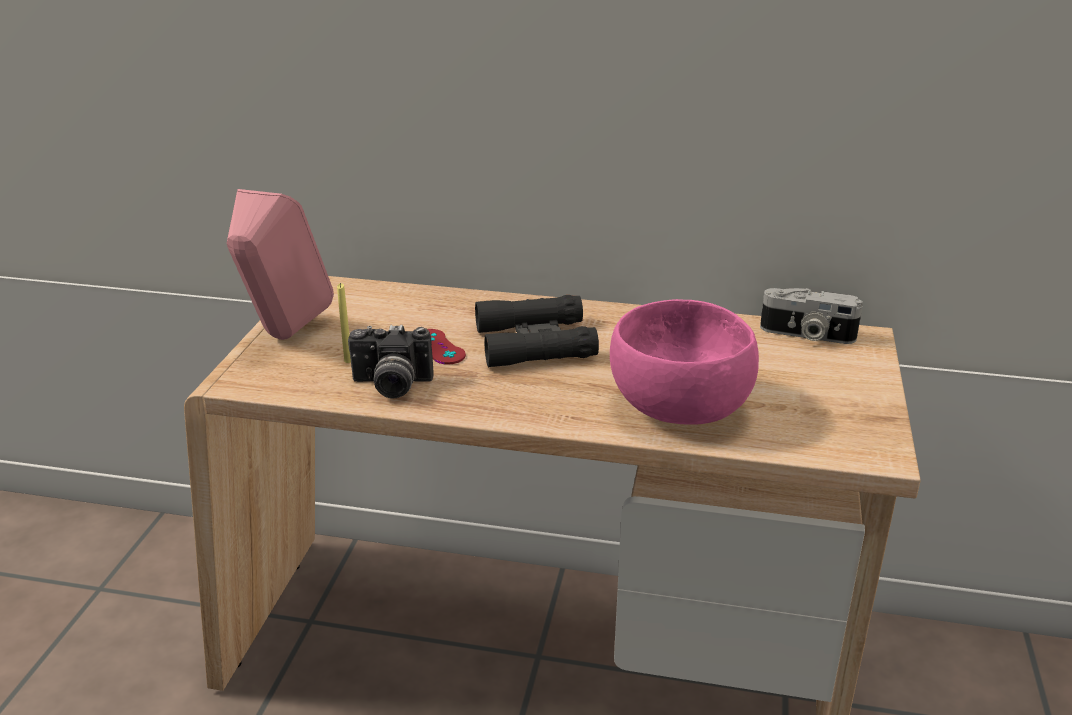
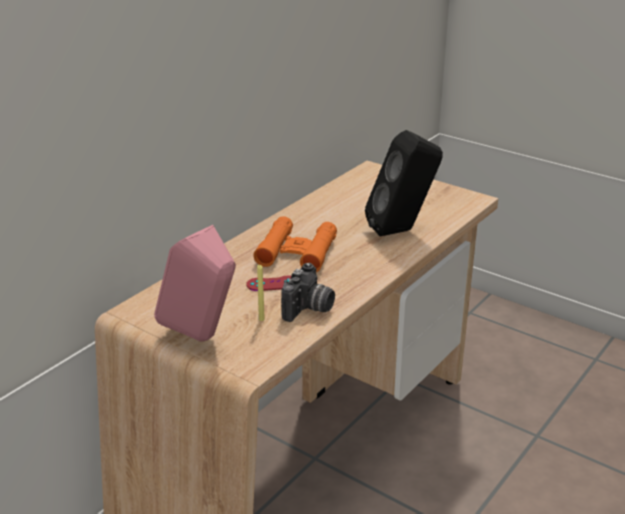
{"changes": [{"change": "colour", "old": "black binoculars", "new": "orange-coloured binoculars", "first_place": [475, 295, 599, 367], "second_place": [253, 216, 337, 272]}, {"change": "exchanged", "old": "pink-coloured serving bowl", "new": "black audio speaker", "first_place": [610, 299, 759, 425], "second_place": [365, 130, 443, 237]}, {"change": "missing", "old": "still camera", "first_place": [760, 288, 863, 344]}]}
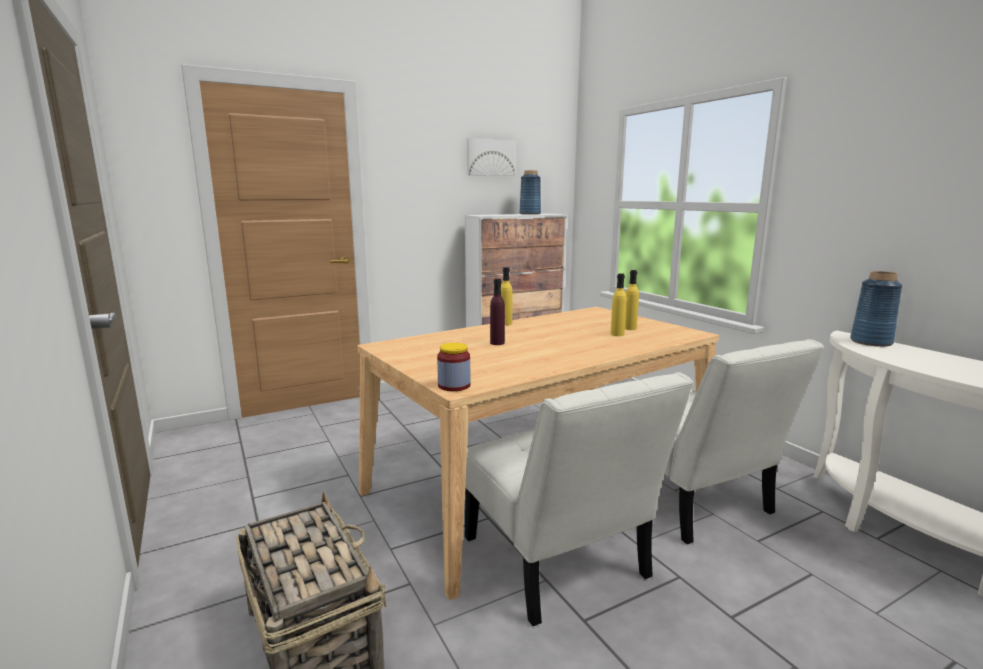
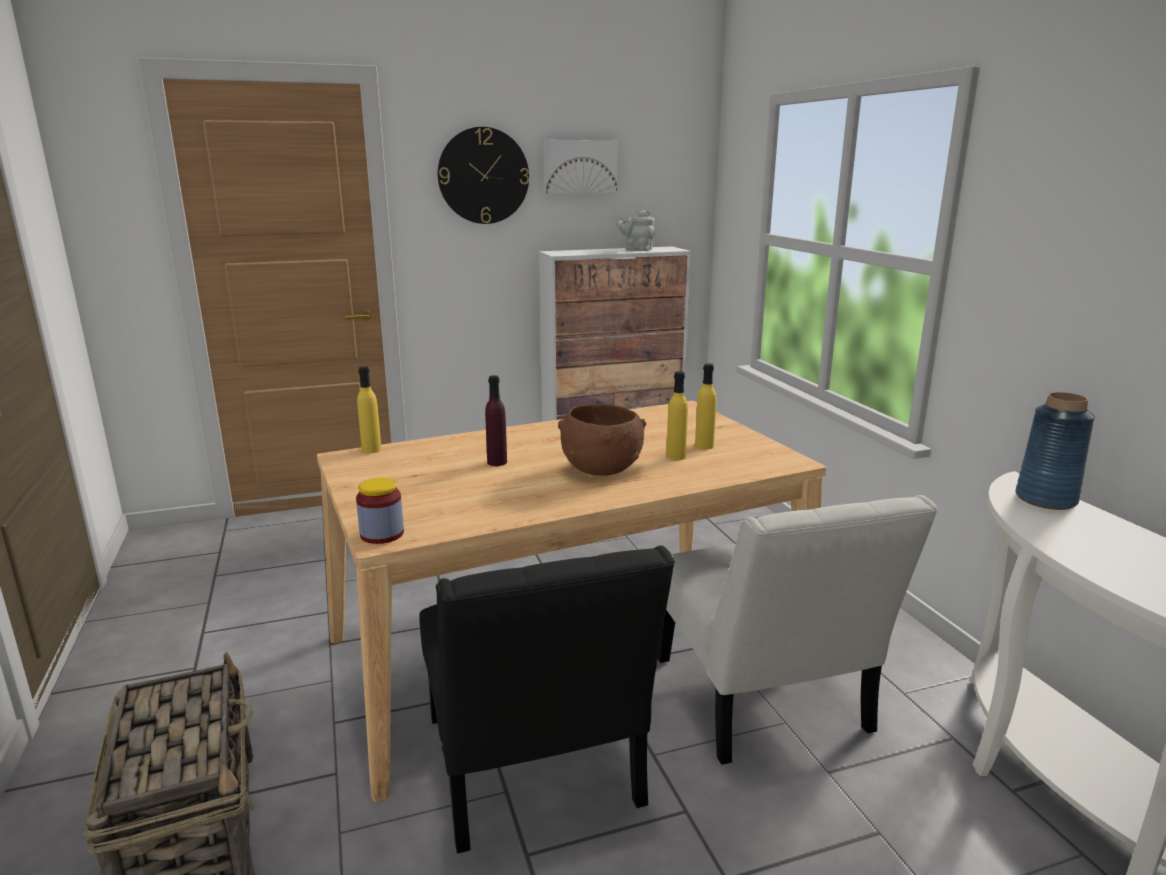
{"changes": [{"change": "relocated", "old": "yellowish bottle", "first_place": [501, 267, 512, 325], "second_place": [357, 366, 381, 454]}, {"change": "colour", "old": "white-coloured upright chair", "new": "black upright chair", "first_place": [465, 372, 693, 626], "second_place": [419, 545, 675, 854]}, {"change": "appeared", "new": "clock on the wall", "second_place": [438, 127, 529, 224]}, {"change": "appeared", "new": "brown serving bowl", "second_place": [558, 405, 646, 476]}, {"change": "exchanged", "old": "bluish decorative vase", "new": "grey pot for tea", "first_place": [519, 170, 541, 215], "second_place": [616, 210, 655, 251]}]}
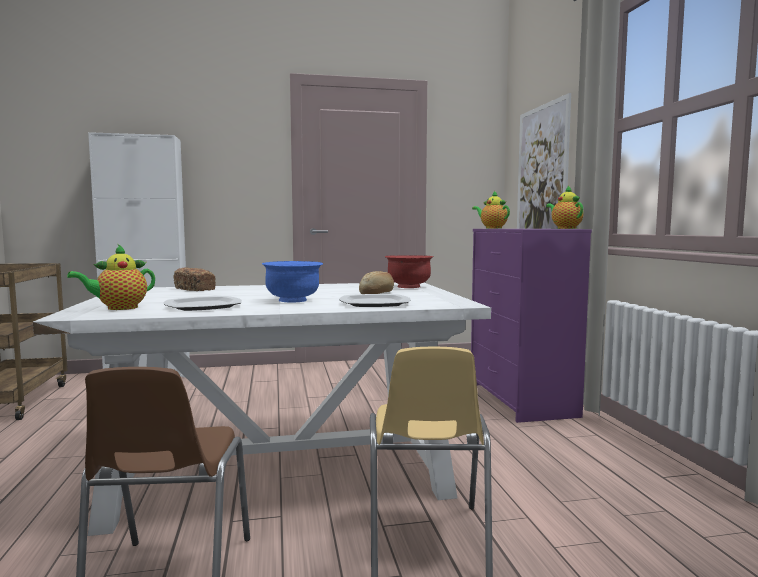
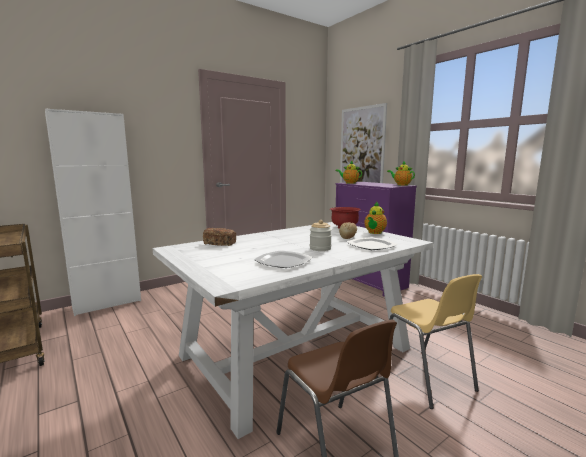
{"changes": [{"change": "exchanged", "old": "bluish serving bowl", "new": "preserve jar", "first_place": [262, 261, 323, 302], "second_place": [310, 220, 332, 251]}, {"change": "relocated", "old": "pot for tea", "first_place": [67, 244, 155, 310], "second_place": [364, 201, 387, 234]}]}
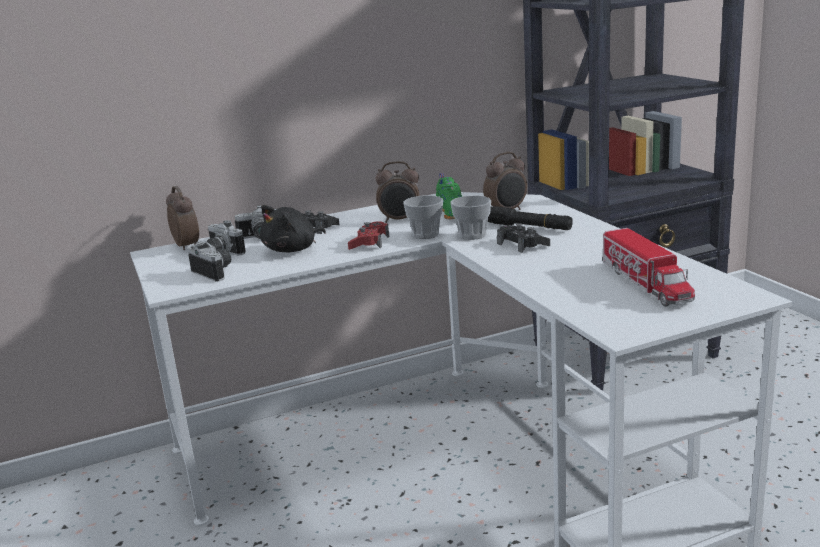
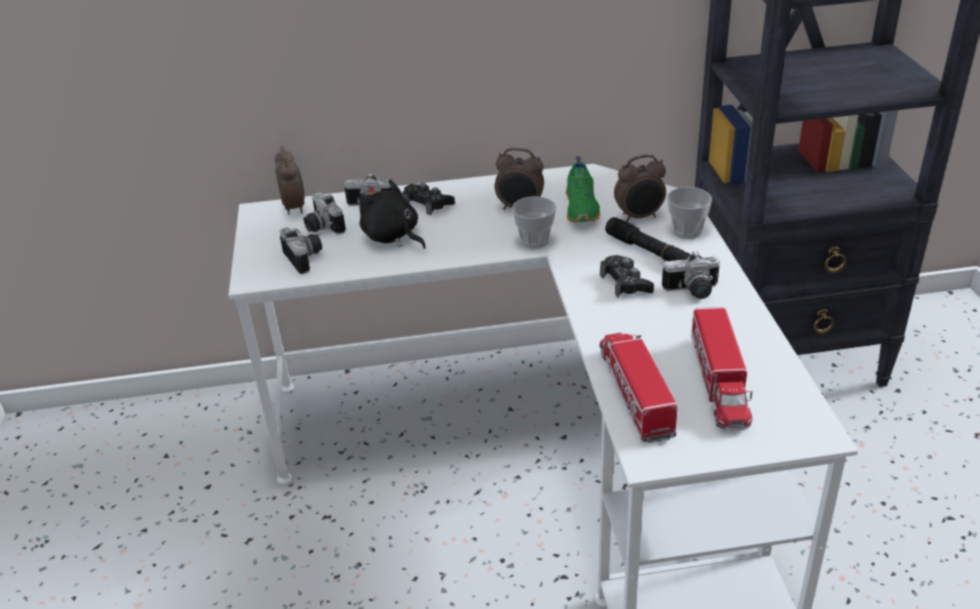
{"changes": [{"change": "spun", "old": "black plush toy", "first_place": [260, 205, 326, 252], "second_place": [360, 179, 426, 249], "degrees": 75}, {"change": "appeared", "new": "toy lorry", "second_place": [600, 333, 678, 443]}, {"change": "appeared", "new": "still camera", "second_place": [662, 251, 720, 299]}, {"change": "relocated", "old": "cup", "first_place": [450, 195, 491, 240], "second_place": [667, 187, 712, 239]}, {"change": "missing", "old": "red-coloured gamepad", "first_place": [348, 221, 389, 250]}]}
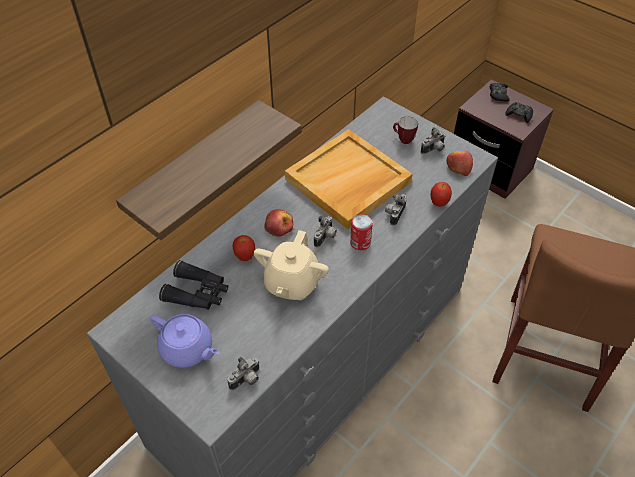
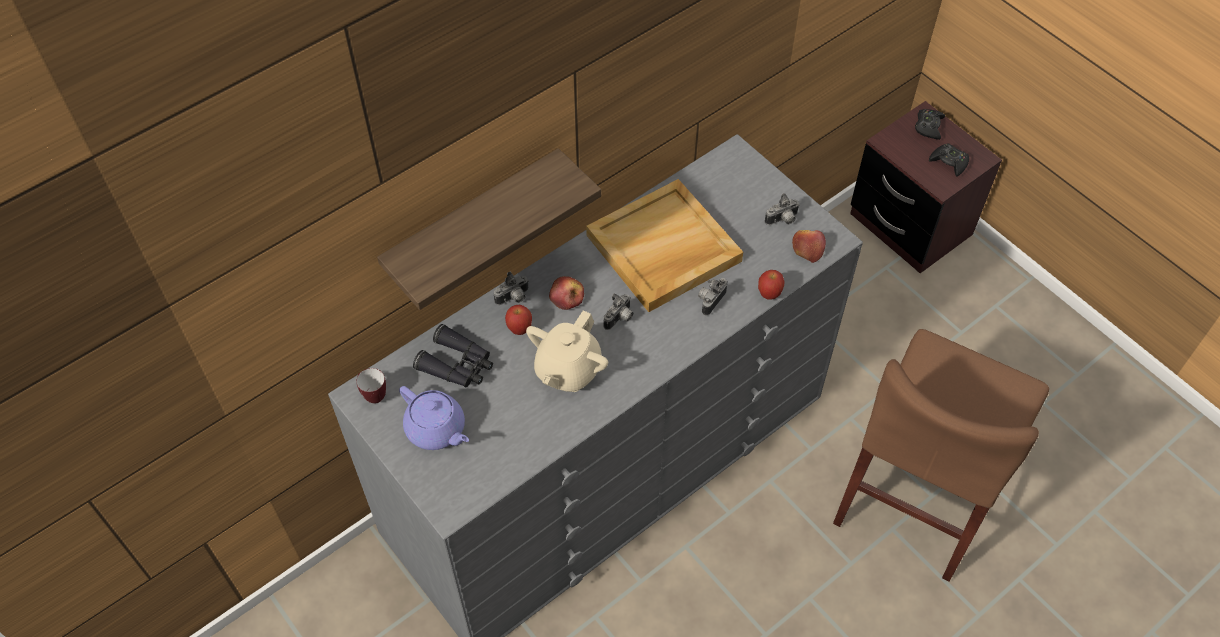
{"changes": [{"change": "relocated", "old": "coffee mug", "first_place": [393, 116, 418, 144], "second_place": [356, 368, 386, 404]}, {"change": "relocated", "old": "still camera", "first_place": [227, 357, 259, 390], "second_place": [494, 272, 529, 305]}, {"change": "missing", "old": "metal can", "first_place": [350, 214, 373, 250]}]}
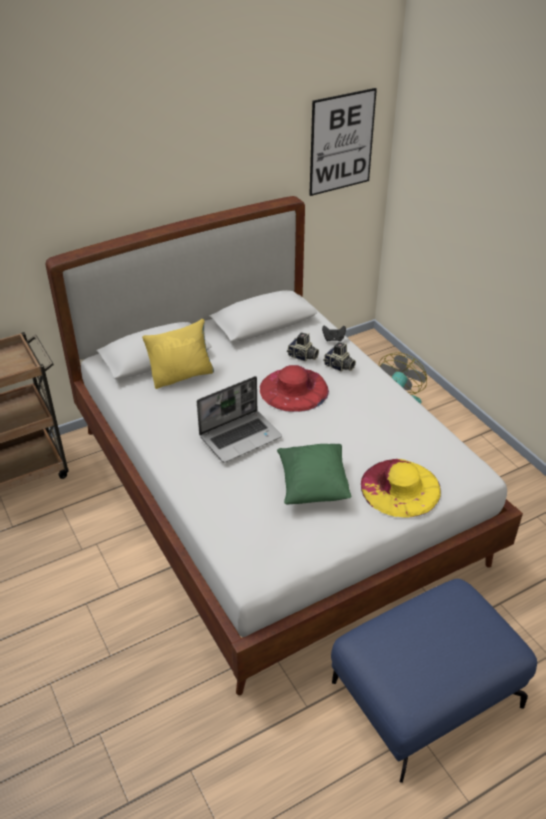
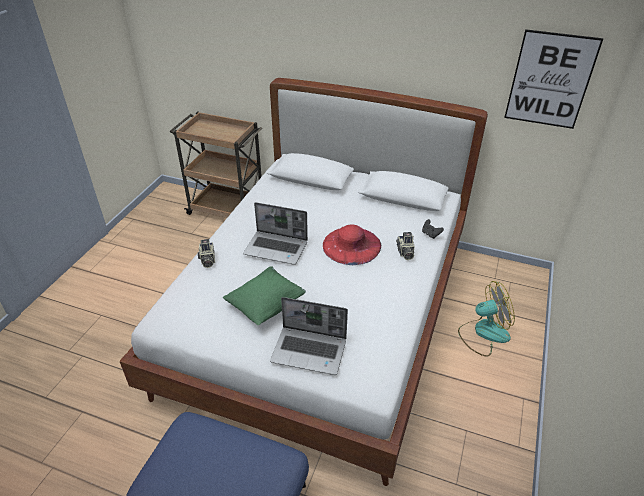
{"changes": [{"change": "relocated", "old": "still camera", "first_place": [287, 332, 319, 361], "second_place": [198, 239, 215, 268]}, {"change": "exchanged", "old": "yellowish clothing hat", "new": "portable computer", "first_place": [361, 459, 441, 518], "second_place": [270, 297, 348, 375]}, {"change": "missing", "old": "yellowish throw pillow", "first_place": [142, 319, 214, 389]}]}
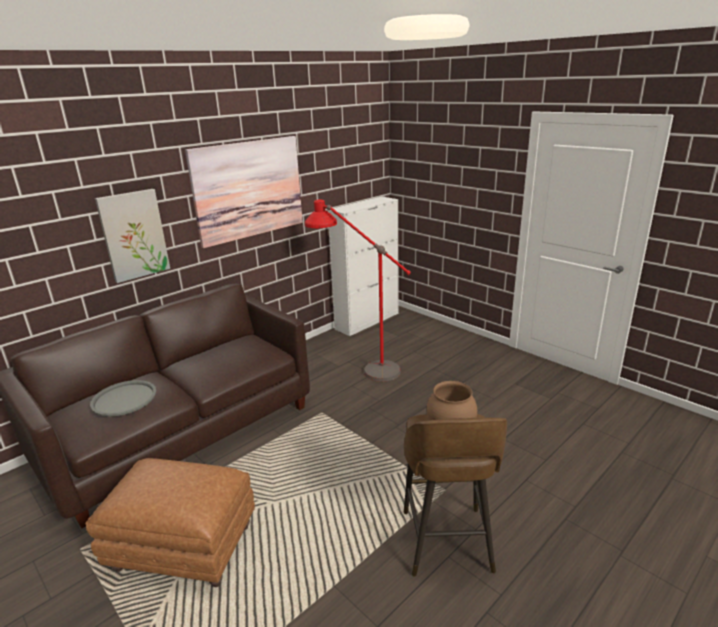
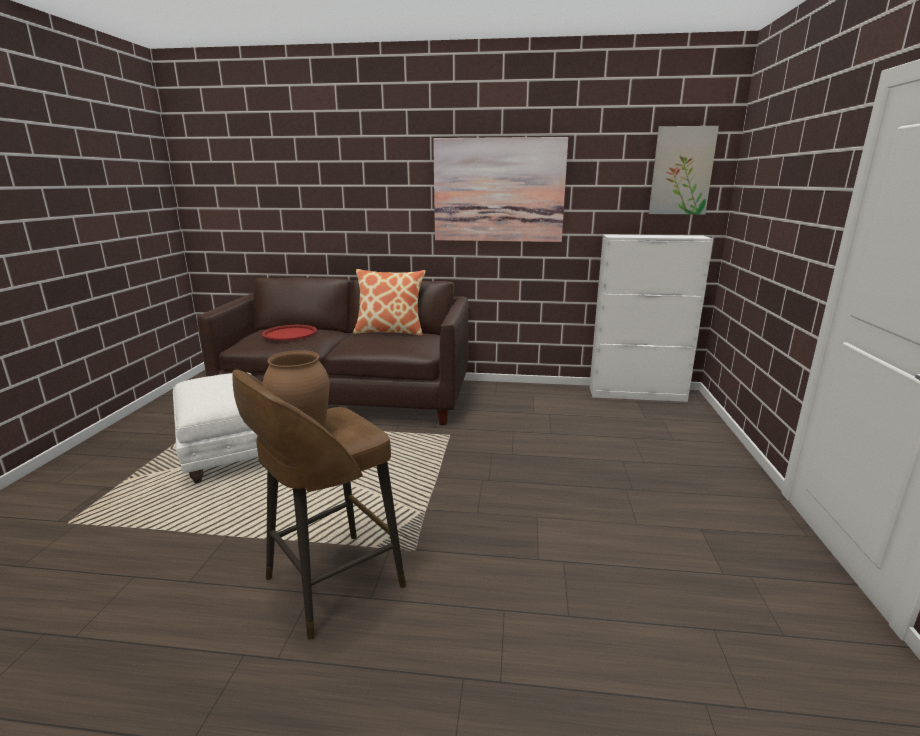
{"changes": [{"change": "colour", "old": "brown ottoman", "new": "white-coloured ottoman", "first_place": [85, 458, 255, 587], "second_place": [173, 372, 264, 483]}, {"change": "colour", "old": "grey tray", "new": "red-coloured tray", "first_place": [90, 380, 156, 416], "second_place": [262, 325, 317, 341]}, {"change": "appeared", "new": "throw pillow", "second_place": [353, 269, 426, 336]}, {"change": "relocated", "old": "wall art", "first_place": [95, 189, 170, 283], "second_place": [649, 126, 719, 215]}, {"change": "missing", "old": "red-coloured floor lamp", "first_place": [305, 199, 411, 382]}]}
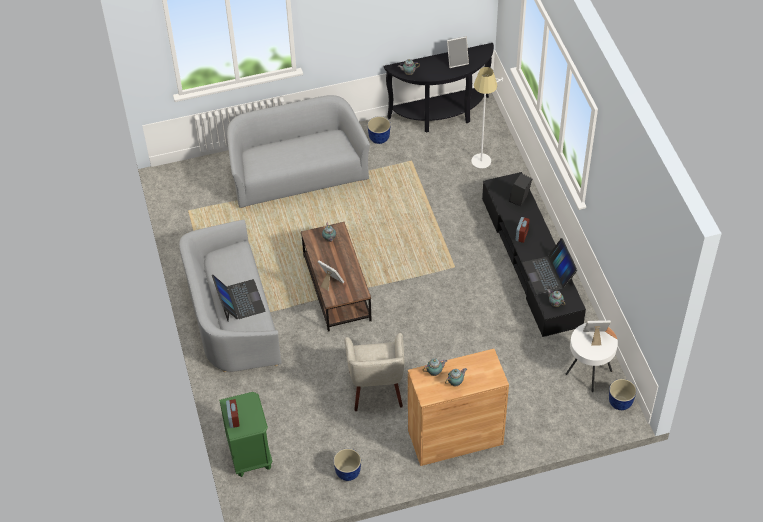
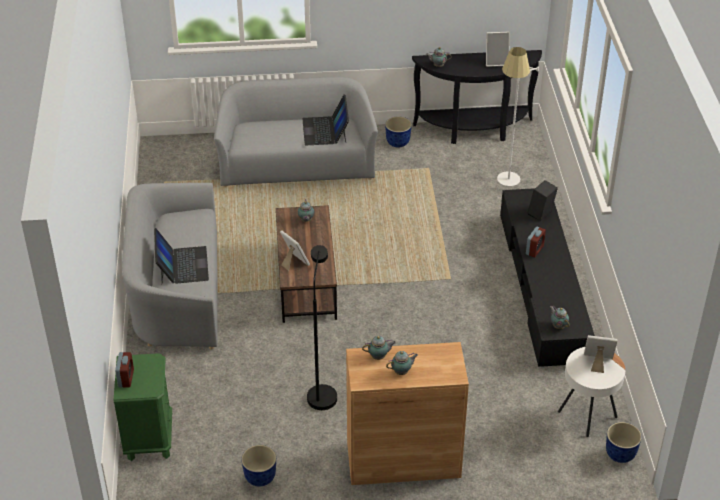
{"changes": [{"change": "relocated", "old": "portable computer", "first_place": [523, 238, 577, 295], "second_place": [302, 95, 349, 145]}, {"change": "exchanged", "old": "beige easy chair", "new": "black floor lamp", "first_place": [345, 333, 404, 411], "second_place": [307, 245, 337, 410]}]}
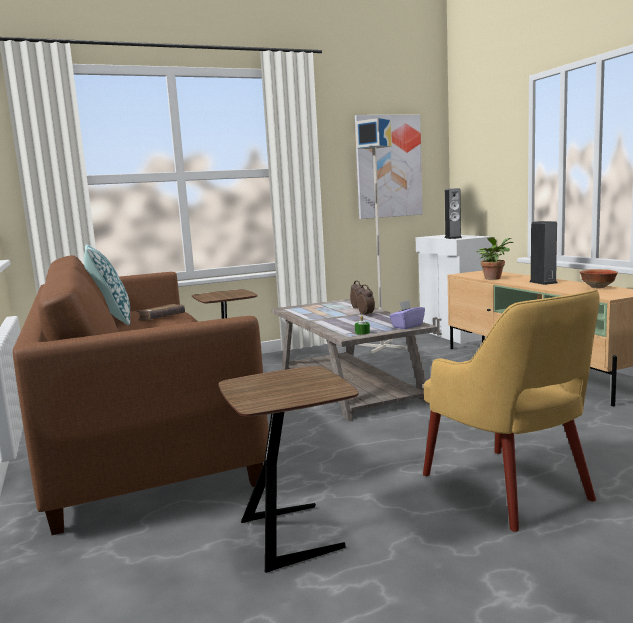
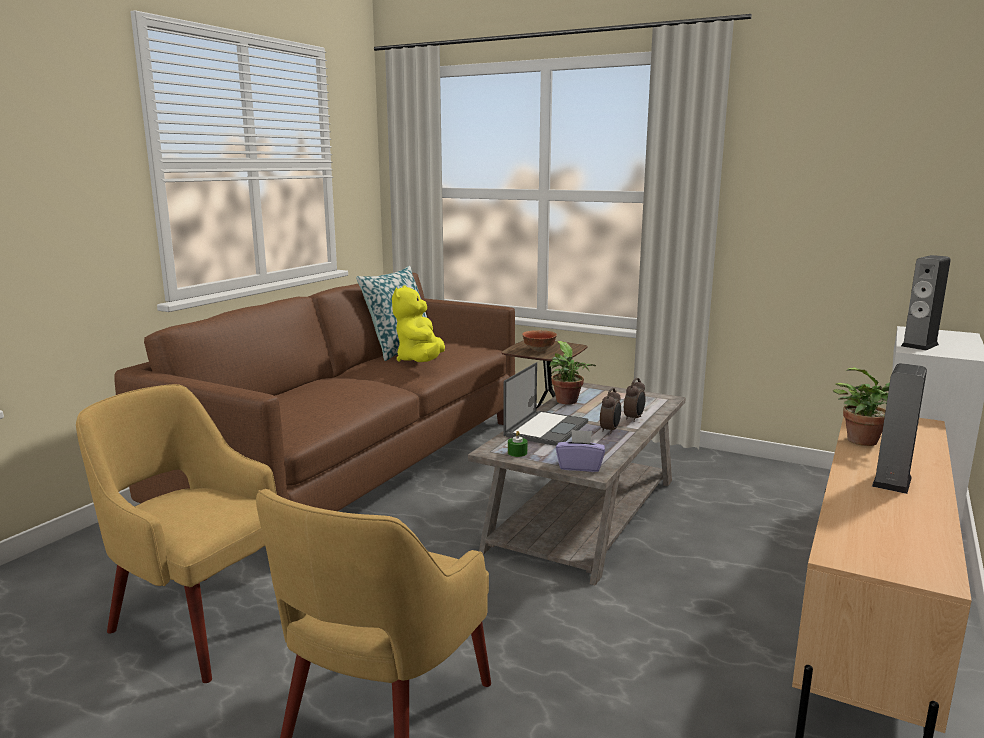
{"changes": [{"change": "exchanged", "old": "brown accent table", "new": "yellowish easy chair", "first_place": [218, 366, 359, 573], "second_place": [76, 384, 277, 683]}, {"change": "exchanged", "old": "brown bound book", "new": "yellowish plush toy", "first_place": [136, 304, 185, 320], "second_place": [392, 285, 445, 362]}, {"change": "appeared", "new": "portable computer", "second_place": [503, 362, 588, 446]}, {"change": "relocated", "old": "serving bowl", "first_place": [580, 269, 618, 288], "second_place": [522, 330, 557, 352]}, {"change": "appeared", "new": "plant in a pot", "second_place": [549, 341, 596, 405]}, {"change": "missing", "old": "wall art", "first_place": [355, 115, 423, 219]}, {"change": "missing", "old": "grey floor lamp", "first_place": [356, 118, 407, 353]}]}
